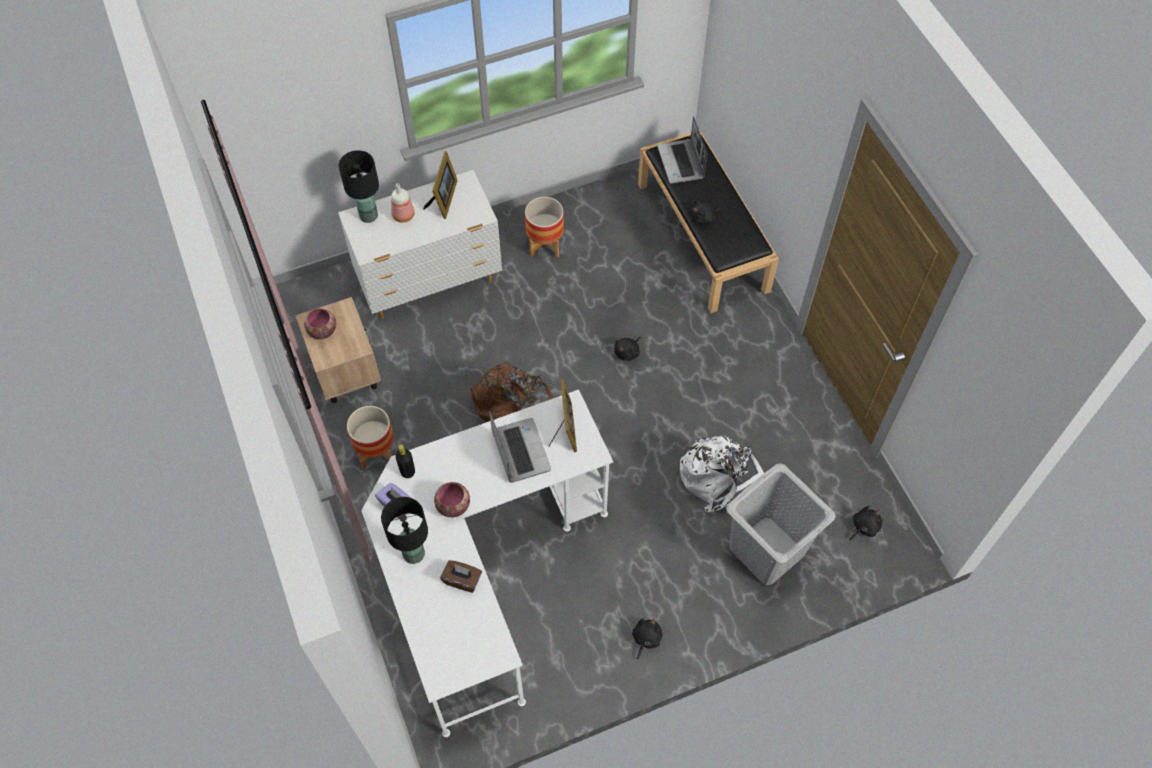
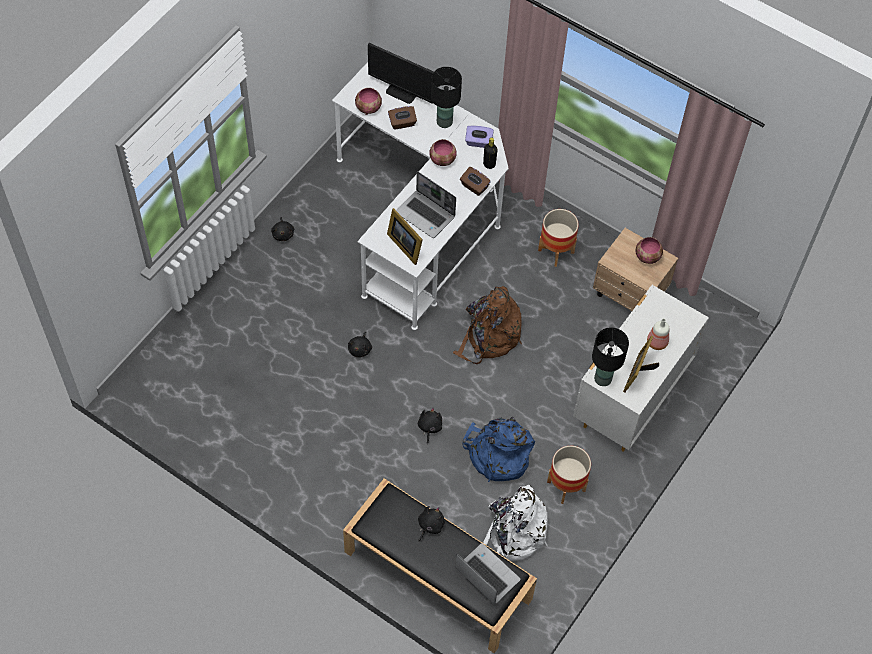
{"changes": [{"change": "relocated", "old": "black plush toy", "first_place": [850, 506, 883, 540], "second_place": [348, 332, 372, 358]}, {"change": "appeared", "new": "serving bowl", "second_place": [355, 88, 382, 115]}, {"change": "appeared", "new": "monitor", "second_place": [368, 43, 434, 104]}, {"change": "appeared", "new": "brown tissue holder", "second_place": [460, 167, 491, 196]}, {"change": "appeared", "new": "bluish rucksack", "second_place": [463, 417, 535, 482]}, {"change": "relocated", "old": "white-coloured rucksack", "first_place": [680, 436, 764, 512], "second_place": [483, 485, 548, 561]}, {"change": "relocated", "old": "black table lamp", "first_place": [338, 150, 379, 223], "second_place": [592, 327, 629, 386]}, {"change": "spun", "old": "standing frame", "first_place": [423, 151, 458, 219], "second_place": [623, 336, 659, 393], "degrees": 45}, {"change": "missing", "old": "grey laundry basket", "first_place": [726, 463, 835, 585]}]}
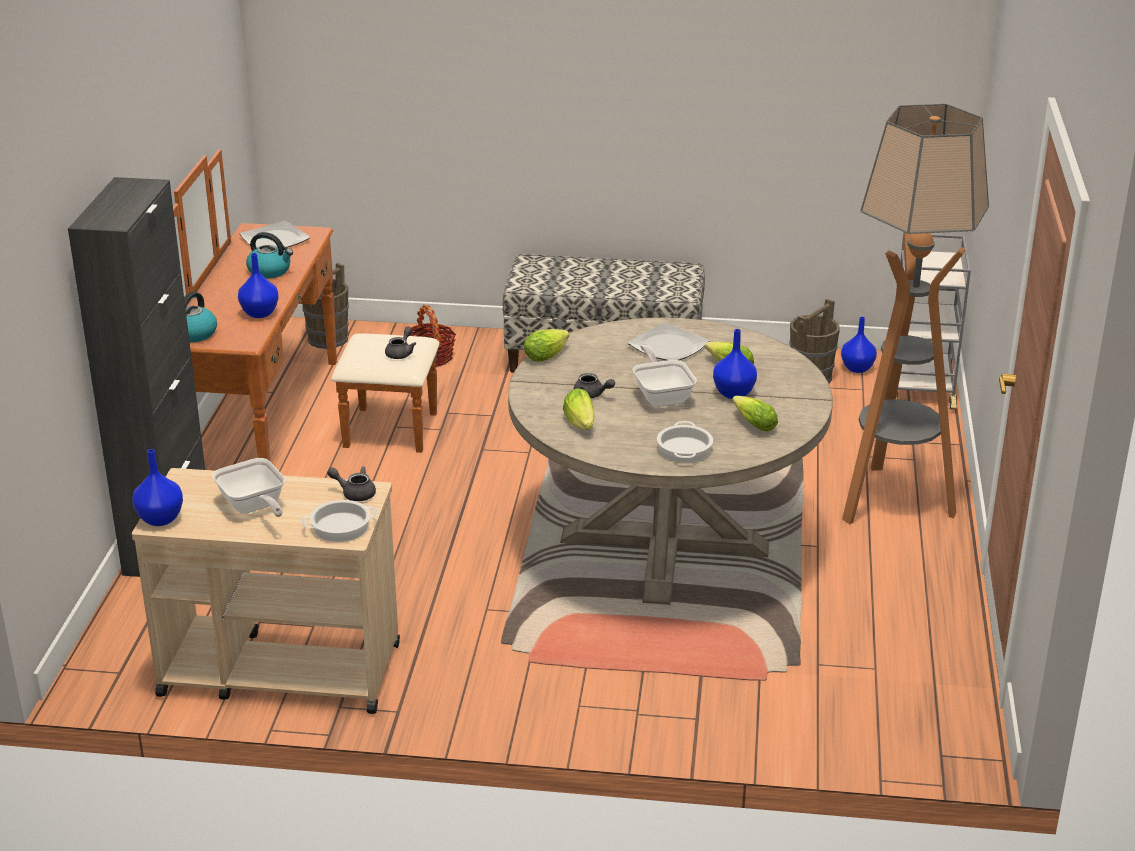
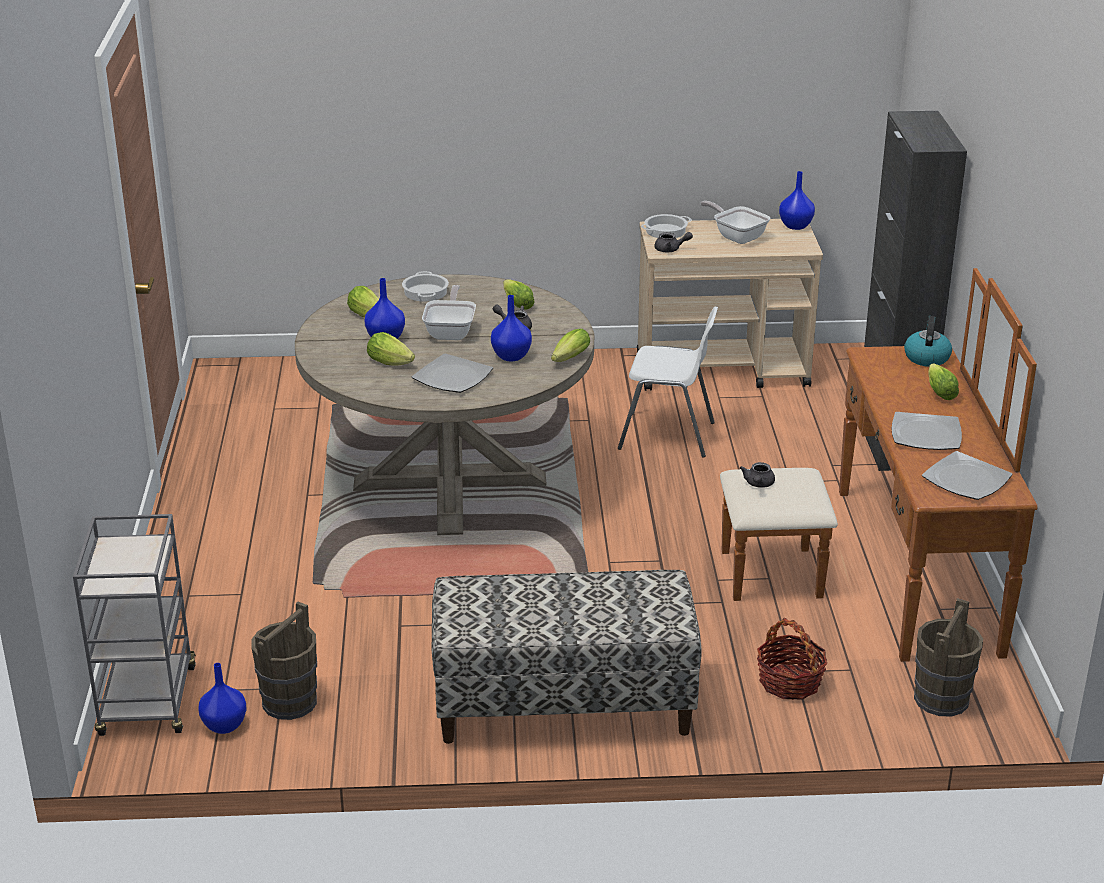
{"changes": [{"change": "spun", "old": "frying pan", "first_place": [633, 344, 697, 407], "second_place": [422, 285, 476, 340], "degrees": -150}, {"change": "relocated", "old": "bluish decorative vase", "first_place": [238, 253, 279, 318], "second_place": [491, 295, 532, 361]}, {"change": "appeared", "new": "white-coloured upright chair", "second_place": [618, 306, 718, 457]}, {"change": "exchanged", "old": "tea kettle", "new": "dinner plate", "first_place": [246, 232, 293, 279], "second_place": [892, 412, 962, 450]}, {"change": "appeared", "new": "lettuce", "second_place": [928, 363, 959, 400]}, {"change": "missing", "old": "floor lamp", "first_place": [842, 104, 989, 524]}]}
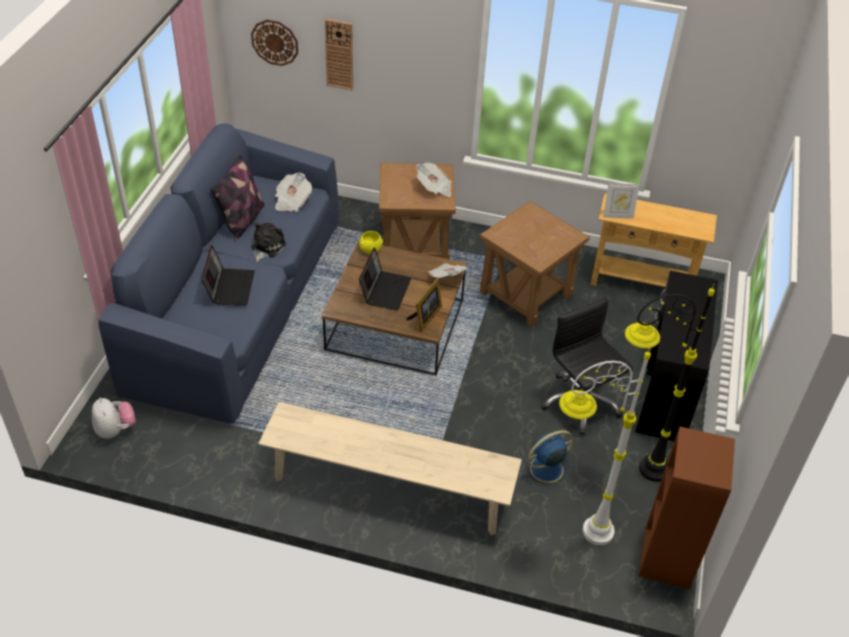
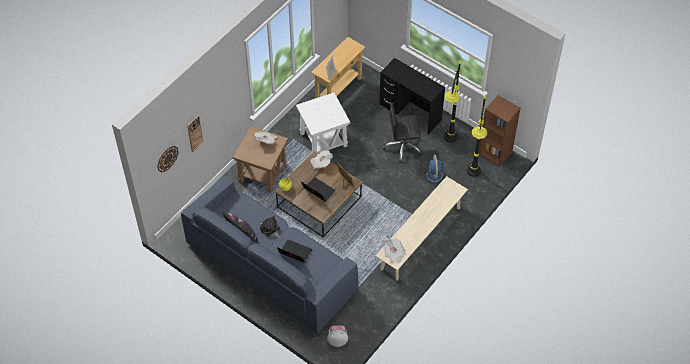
{"changes": [{"change": "colour", "old": "brown accent table", "new": "white-coloured accent table", "first_place": [480, 201, 590, 327], "second_place": [296, 93, 350, 154]}, {"change": "relocated", "old": "printed paper", "first_place": [275, 173, 312, 212], "second_place": [383, 238, 406, 264]}, {"change": "colour", "old": "white-coloured floor lamp", "new": "black floor lamp", "first_place": [559, 348, 651, 545], "second_place": [467, 96, 487, 177]}]}
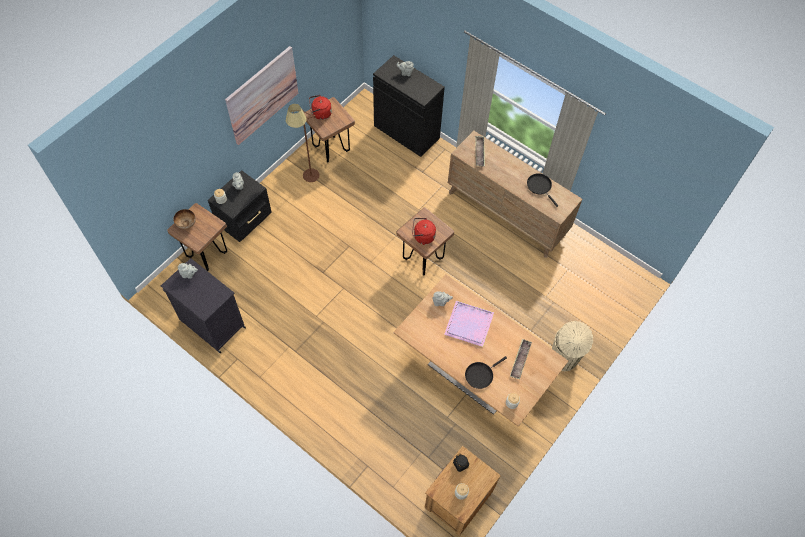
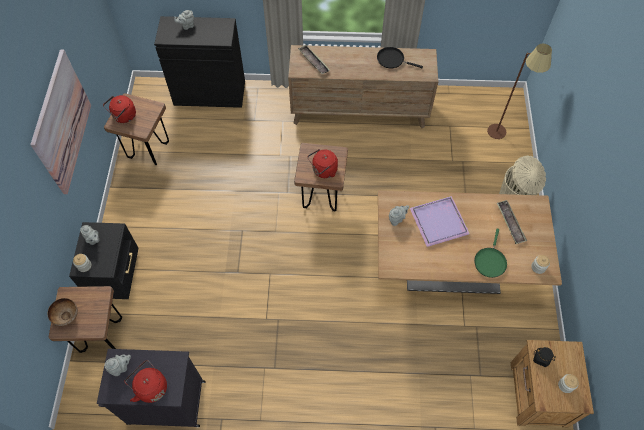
{"changes": [{"change": "appeared", "new": "red-coloured tea kettle", "second_place": [124, 360, 167, 403]}, {"change": "colour", "old": "black frying pan", "new": "greenish frying pan", "first_place": [465, 356, 507, 389], "second_place": [474, 228, 507, 278]}, {"change": "relocated", "old": "brown floor lamp", "first_place": [286, 104, 320, 182], "second_place": [487, 44, 552, 139]}]}
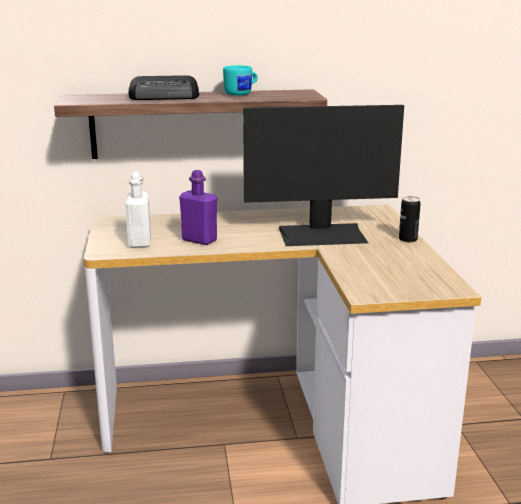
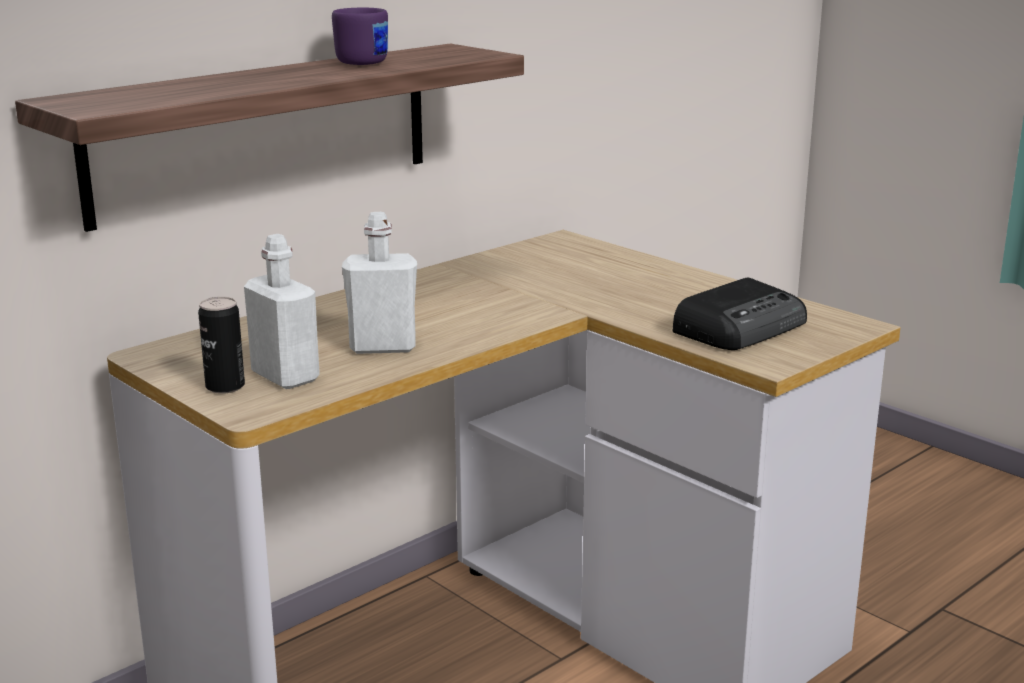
{"changes": [{"change": "relocated", "old": "metal can", "first_place": [399, 196, 421, 242], "second_place": [198, 297, 245, 394]}, {"change": "colour", "old": "blue-green coffee mug", "new": "purplish coffee mug", "first_place": [223, 65, 257, 95], "second_place": [332, 8, 388, 65]}, {"change": "colour", "old": "purplish bottle", "new": "white-coloured bottle", "first_place": [179, 170, 217, 245], "second_place": [342, 212, 417, 354]}, {"change": "relocated", "old": "radio set", "first_place": [128, 75, 200, 100], "second_place": [673, 278, 807, 350]}, {"change": "missing", "old": "monitor", "first_place": [243, 105, 404, 246]}]}
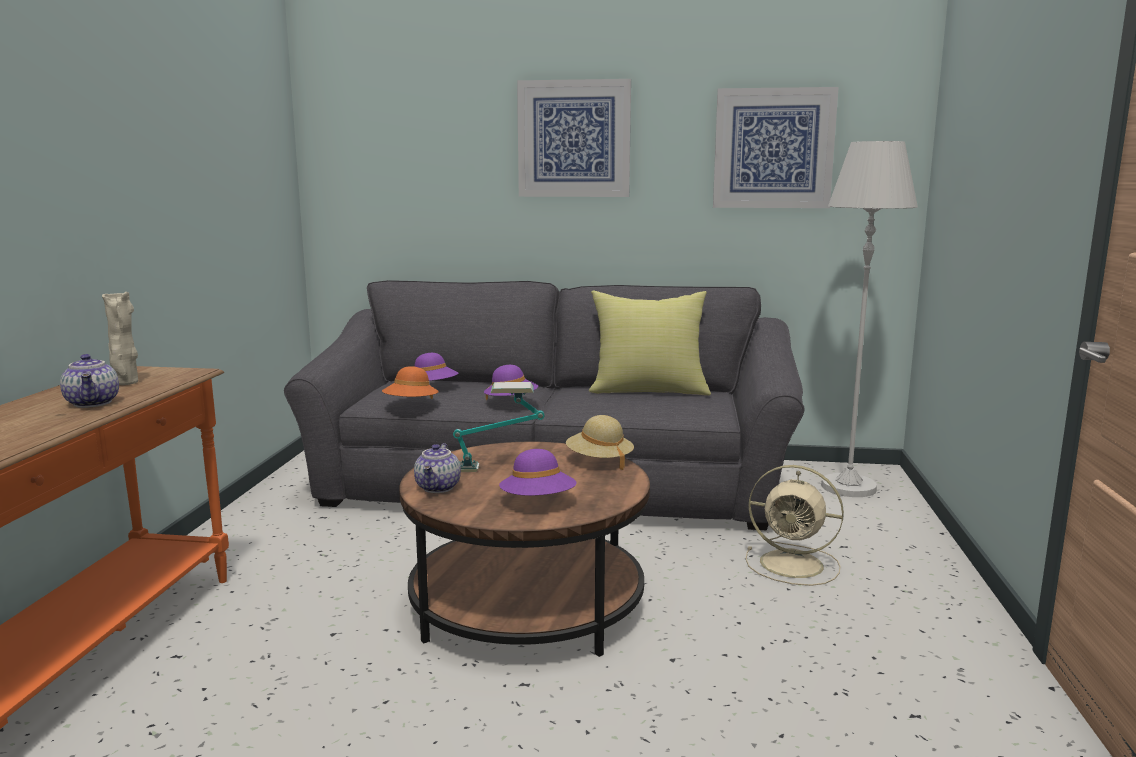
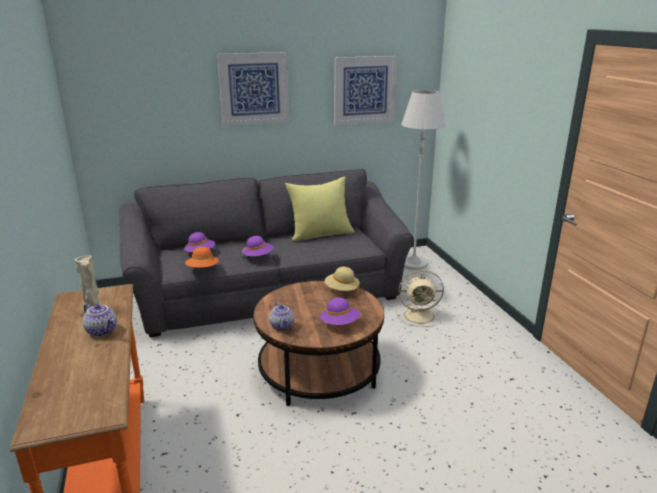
{"changes": [{"change": "missing", "old": "table lamp", "first_place": [453, 382, 545, 472]}]}
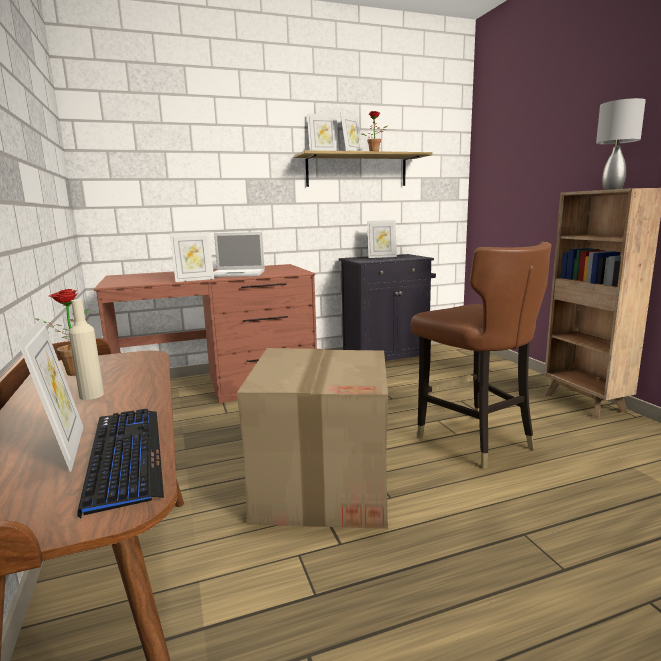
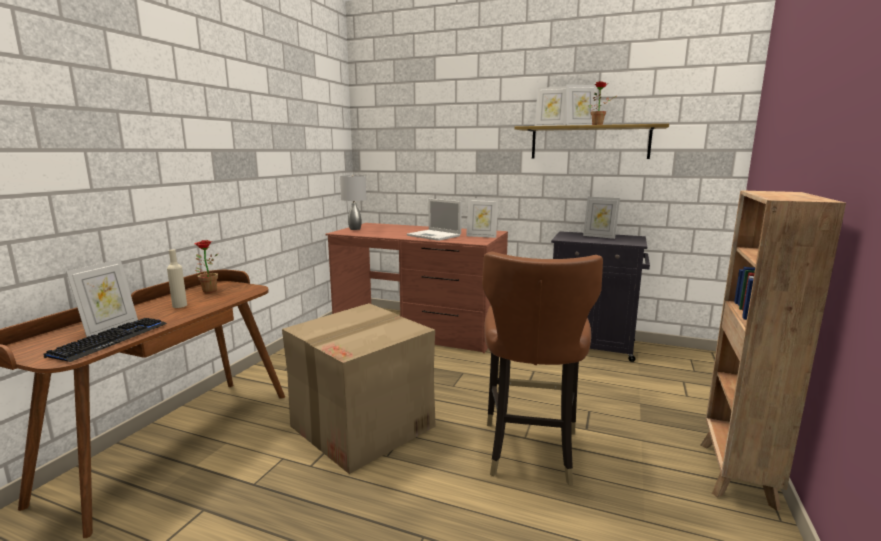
{"changes": [{"change": "relocated", "old": "grey table lamp", "first_place": [596, 98, 646, 190], "second_place": [340, 175, 366, 230]}, {"change": "relocated", "old": "standing frame", "first_place": [170, 232, 214, 282], "second_place": [466, 198, 498, 238]}]}
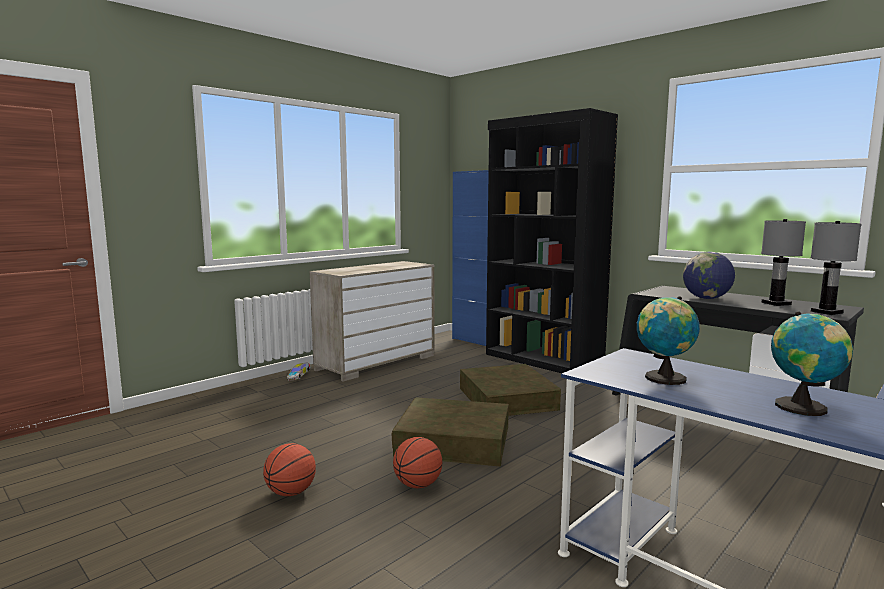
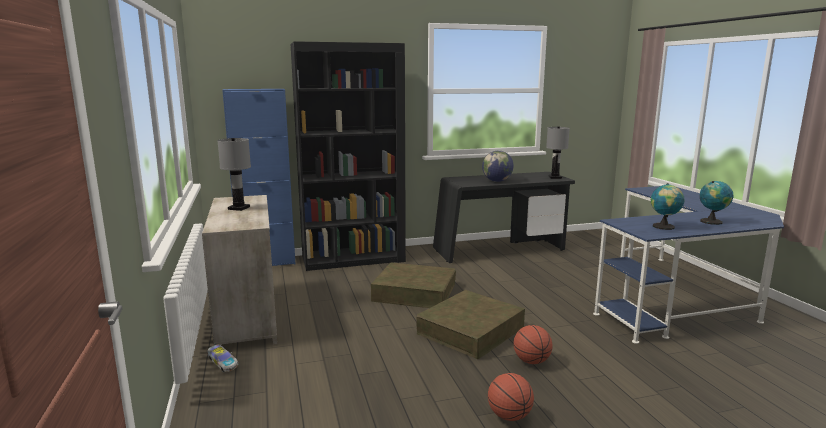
{"changes": [{"change": "relocated", "old": "grey table lamp", "first_place": [761, 219, 806, 306], "second_place": [217, 138, 251, 211]}]}
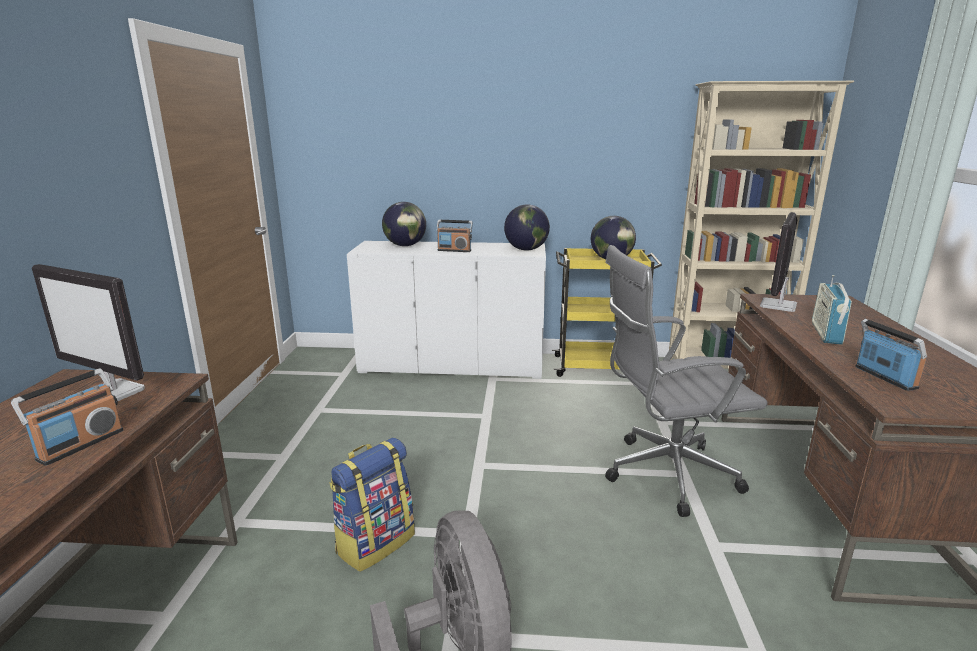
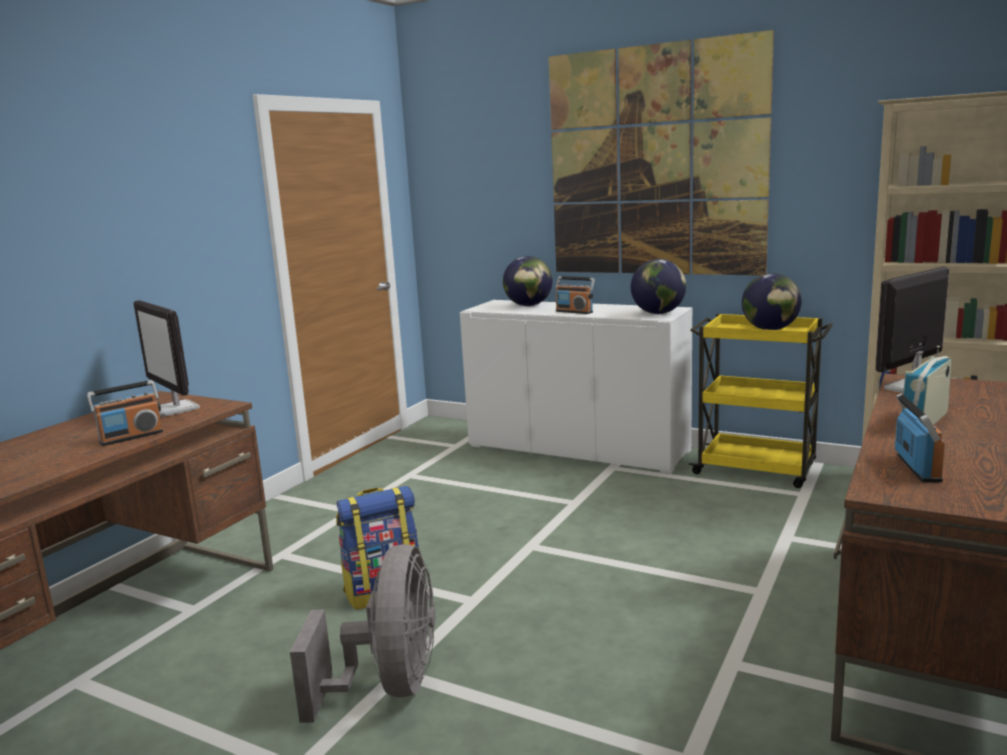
{"changes": [{"change": "appeared", "new": "wall art", "second_place": [548, 30, 774, 276]}, {"change": "missing", "old": "grey desk chair", "first_place": [605, 245, 768, 517]}]}
